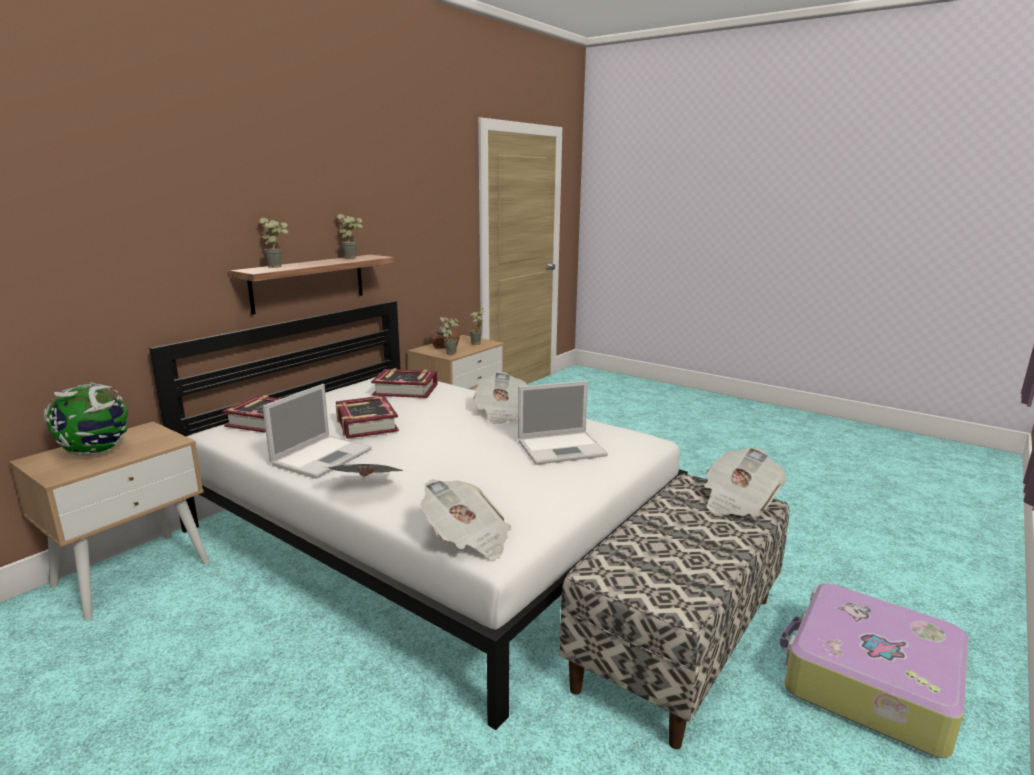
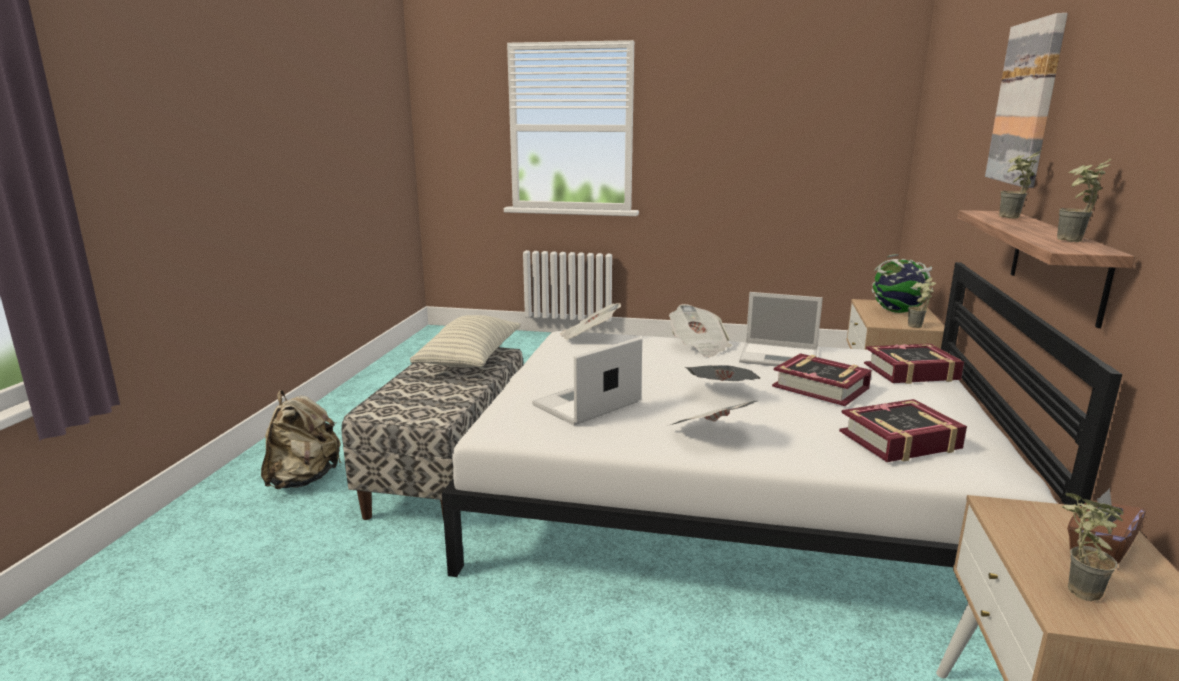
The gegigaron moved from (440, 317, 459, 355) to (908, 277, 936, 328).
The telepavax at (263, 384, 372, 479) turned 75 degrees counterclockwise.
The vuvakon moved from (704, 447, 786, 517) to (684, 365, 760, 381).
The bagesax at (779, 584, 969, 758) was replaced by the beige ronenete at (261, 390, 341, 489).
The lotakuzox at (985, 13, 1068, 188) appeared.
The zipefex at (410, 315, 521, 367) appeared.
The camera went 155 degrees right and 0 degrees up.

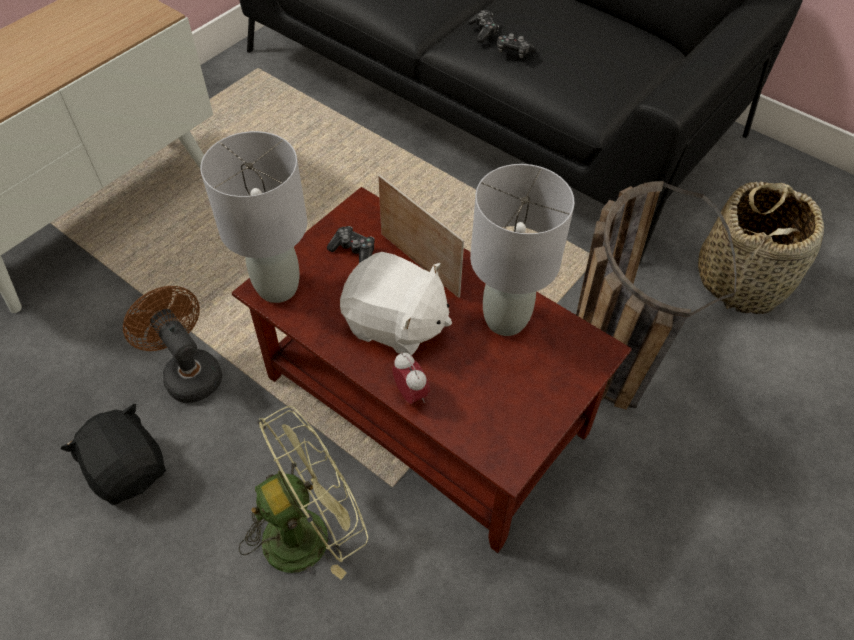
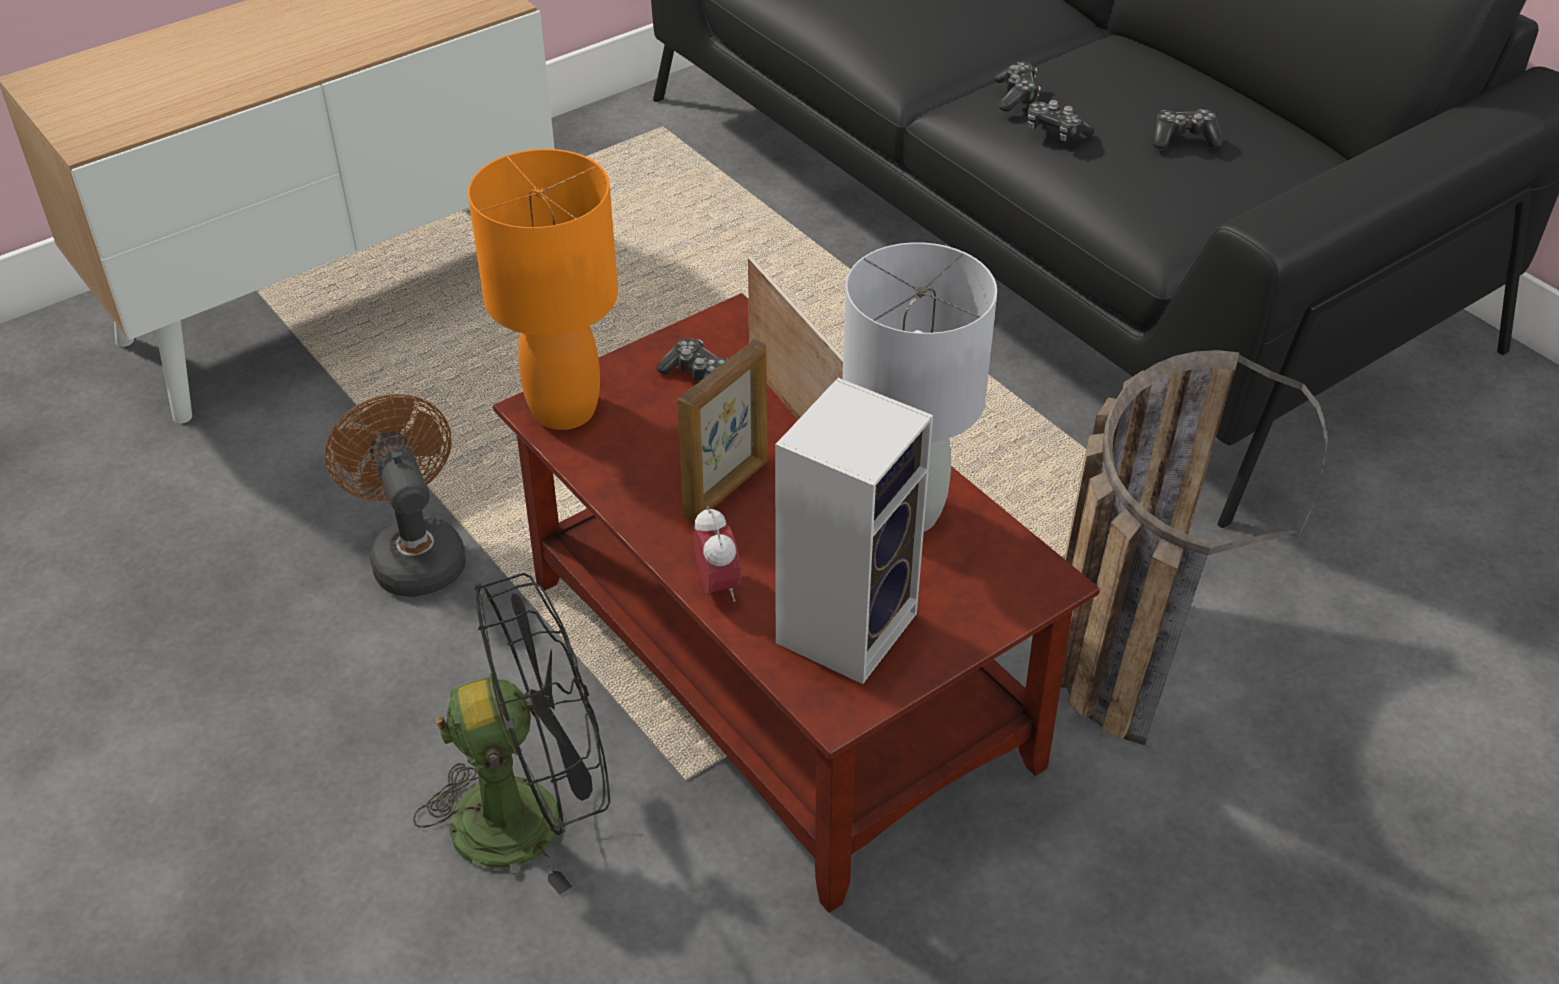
The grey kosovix at (201, 131, 307, 303) became the orange kosovix at (468, 149, 618, 430).
The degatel at (698, 182, 824, 314) disappeared.
The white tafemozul at (340, 252, 452, 355) was replaced by the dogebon at (678, 339, 767, 522).
The black tafemozul at (61, 404, 166, 505) disappeared.
The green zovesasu at (239, 406, 368, 580) became the black zovesasu at (413, 573, 610, 895).
The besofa at (1153, 109, 1223, 149) appeared.
The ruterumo at (775, 378, 933, 684) appeared.
The camera went 15 degrees right and 10 degrees down.

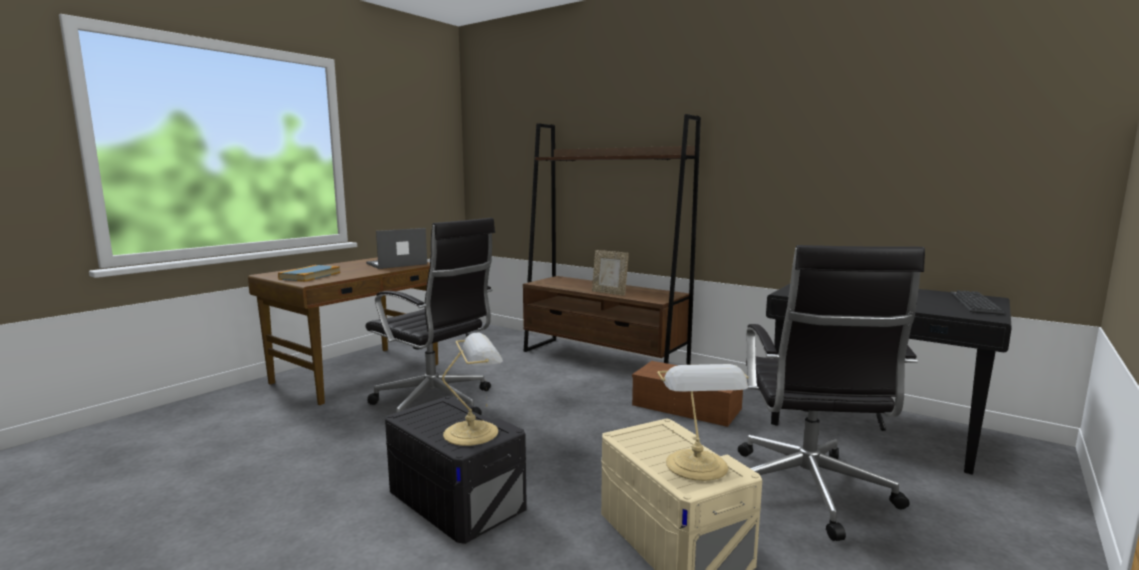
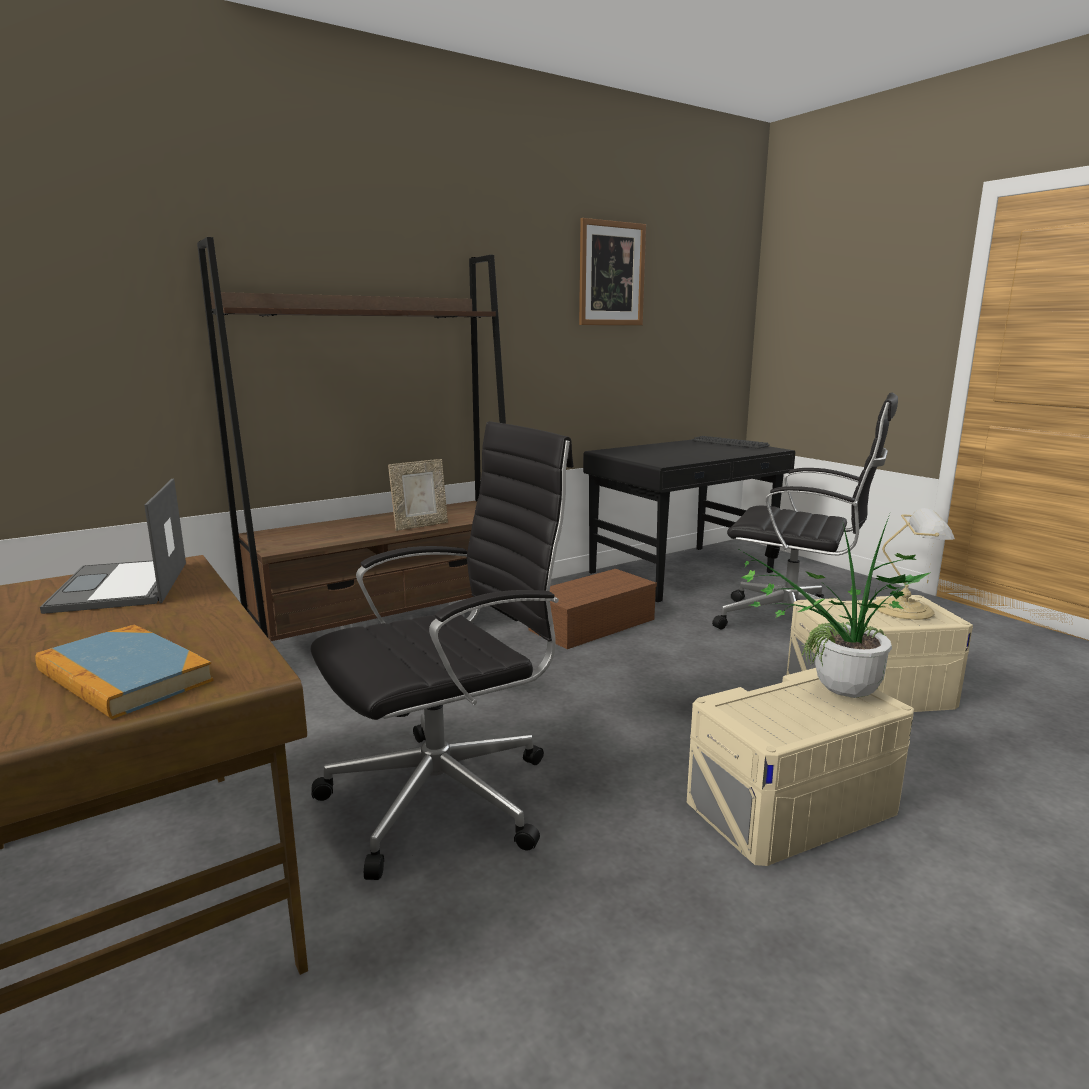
The kosovix at (442, 333, 503, 446) was replaced by the gegigaron at (737, 514, 931, 698).
The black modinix at (385, 396, 527, 544) became the beige modinix at (687, 668, 914, 866).
The lotakuzox at (579, 218, 646, 325) appeared.
The camera went 70 degrees left and 5 degrees up.

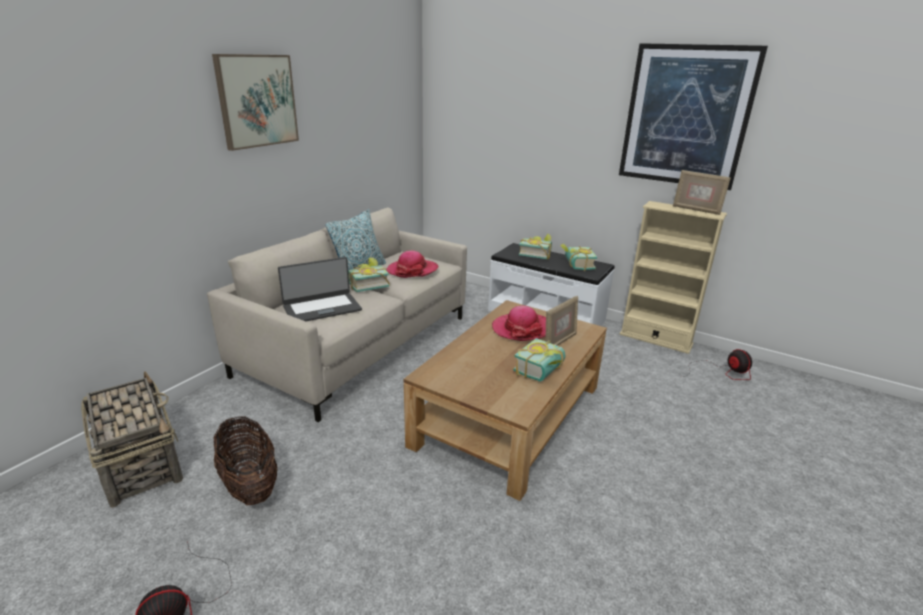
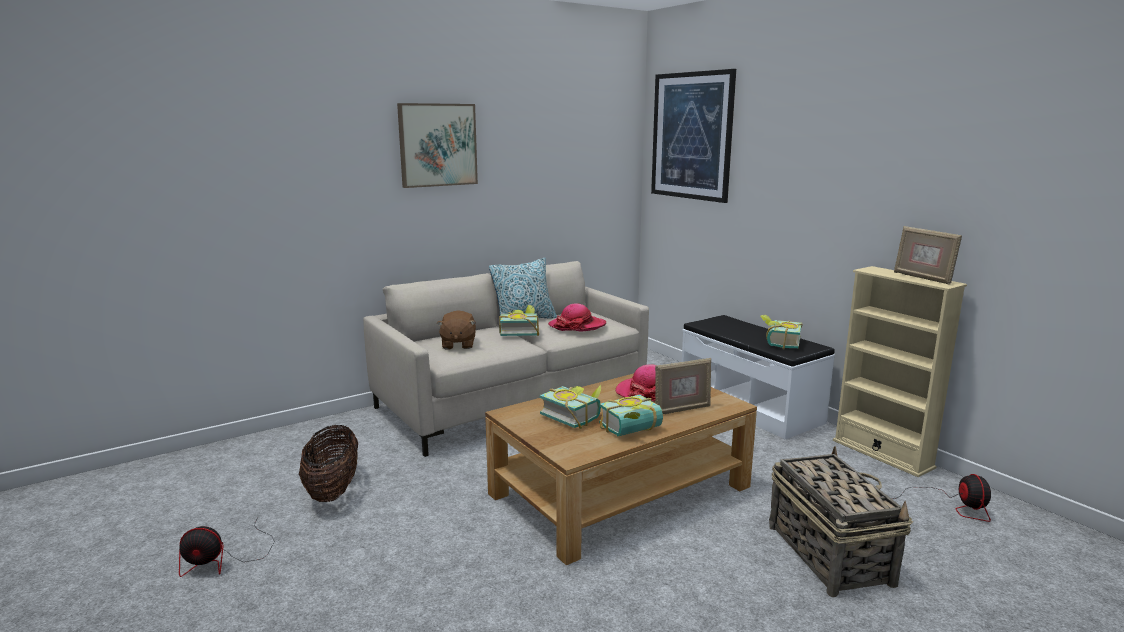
The lotakuzox moved from (619, 43, 768, 190) to (651, 69, 736, 203).
The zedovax moved from (519, 234, 552, 259) to (540, 385, 601, 429).
The telepavax at (278, 257, 362, 321) was replaced by the brown tafemozul at (437, 310, 476, 350).
The degatel moved from (81, 371, 183, 508) to (769, 446, 913, 597).
The camera went 25 degrees right and 10 degrees down.

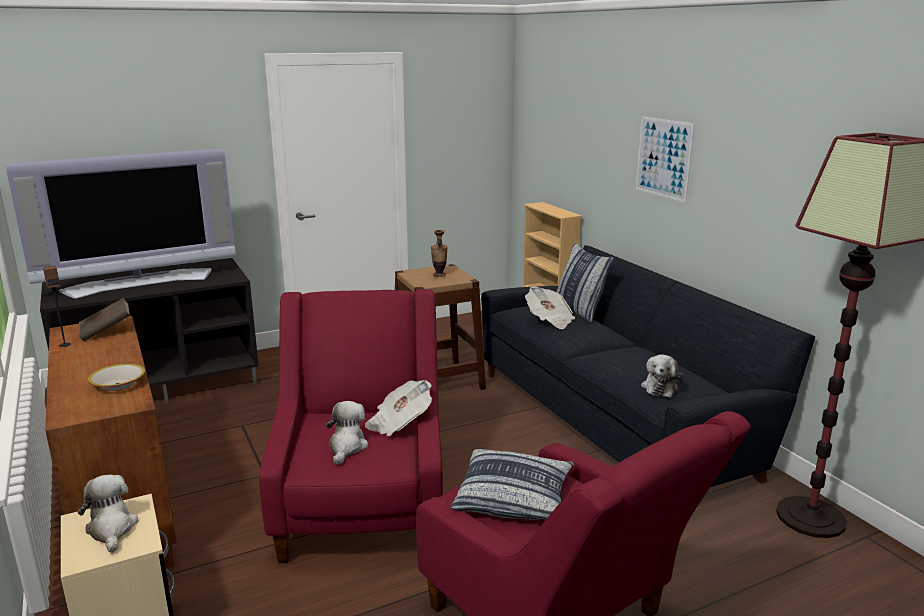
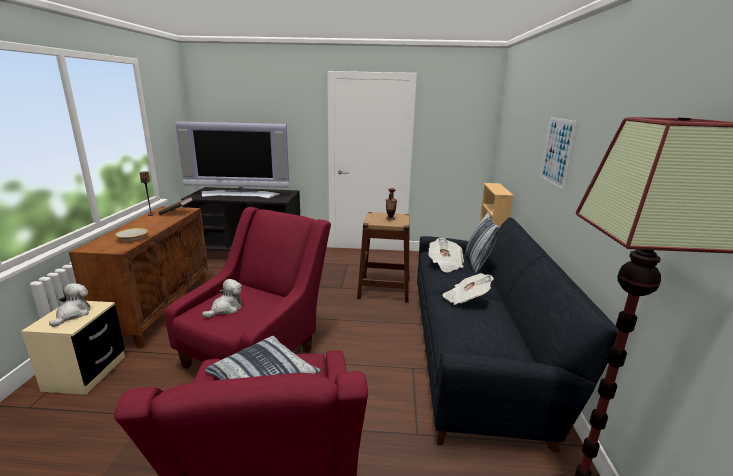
The tafemozul at (641, 355, 683, 397) disappeared.
The vuvakon moved from (365, 380, 432, 436) to (442, 273, 494, 305).
The camera went 30 degrees right and 0 degrees up.

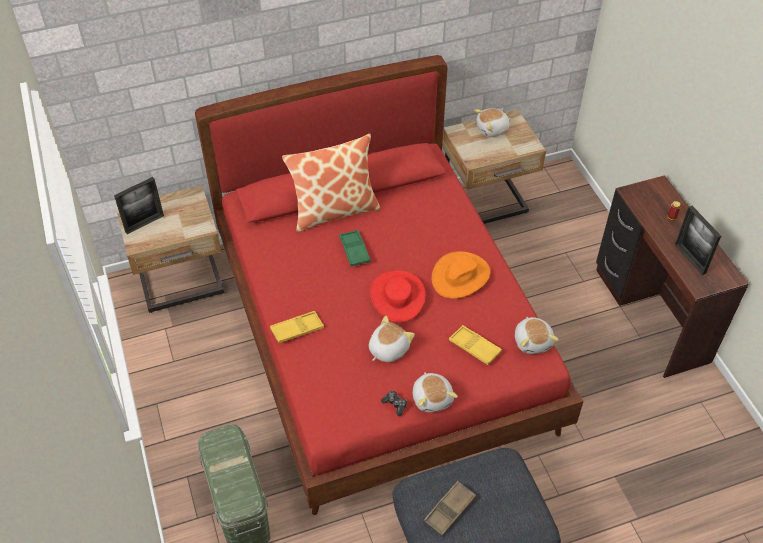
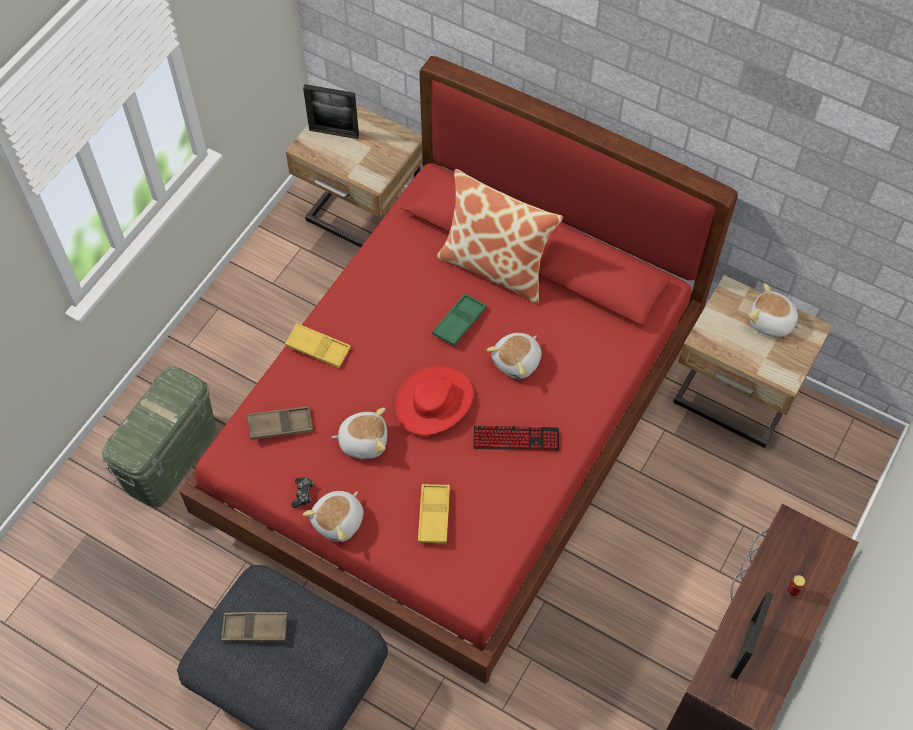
The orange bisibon at (432, 251, 491, 299) was replaced by the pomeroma at (473, 425, 559, 451).
The tafemozul moved from (515, 317, 559, 354) to (487, 333, 542, 379).
The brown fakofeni at (247, 406, 313, 440) appeared.
The camera went 50 degrees right and 10 degrees up.

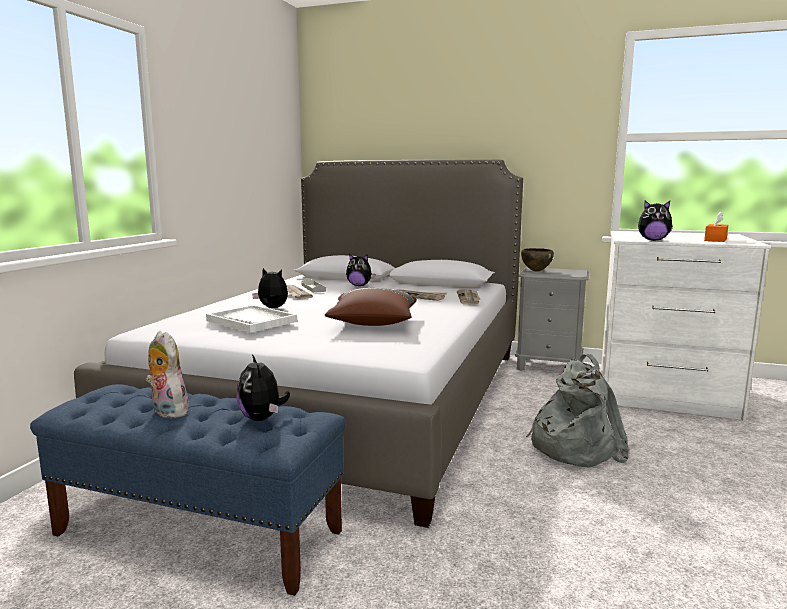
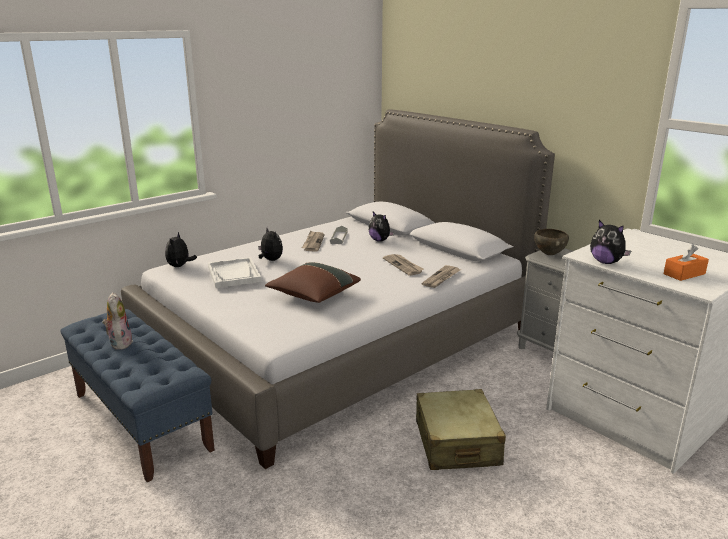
The grey ronenete at (526, 353, 629, 468) was replaced by the beige bagesax at (416, 389, 506, 470).
The tafemozul moved from (237, 354, 290, 421) to (165, 232, 197, 267).
The camera went 30 degrees right and 10 degrees up.

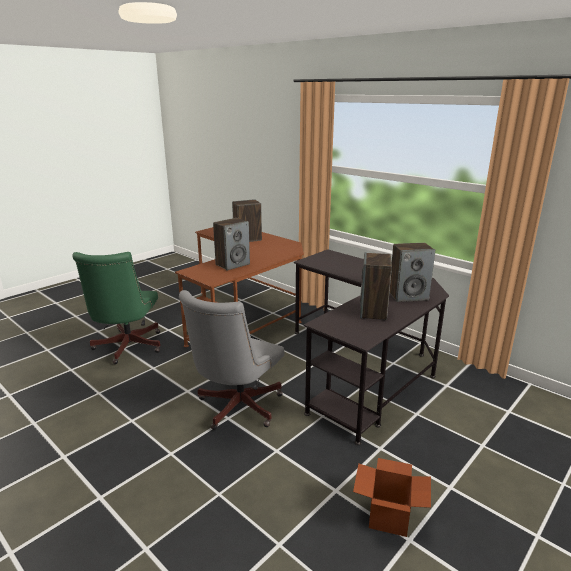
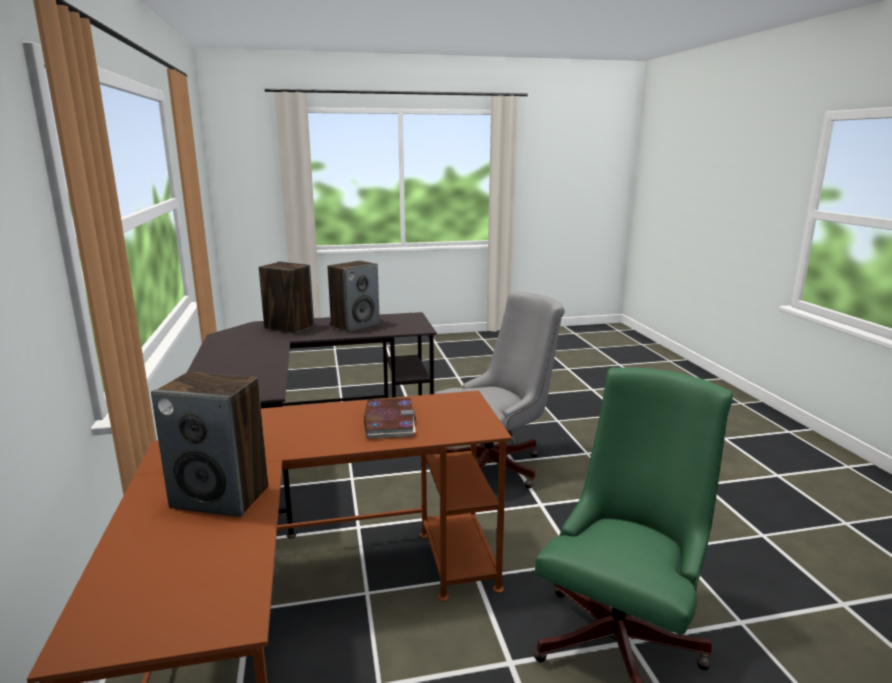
The ruterumo at (213, 218, 250, 271) was replaced by the zedovax at (364, 398, 416, 439).
The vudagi at (353, 458, 431, 537) disappeared.
The camera went 145 degrees left and 5 degrees down.

